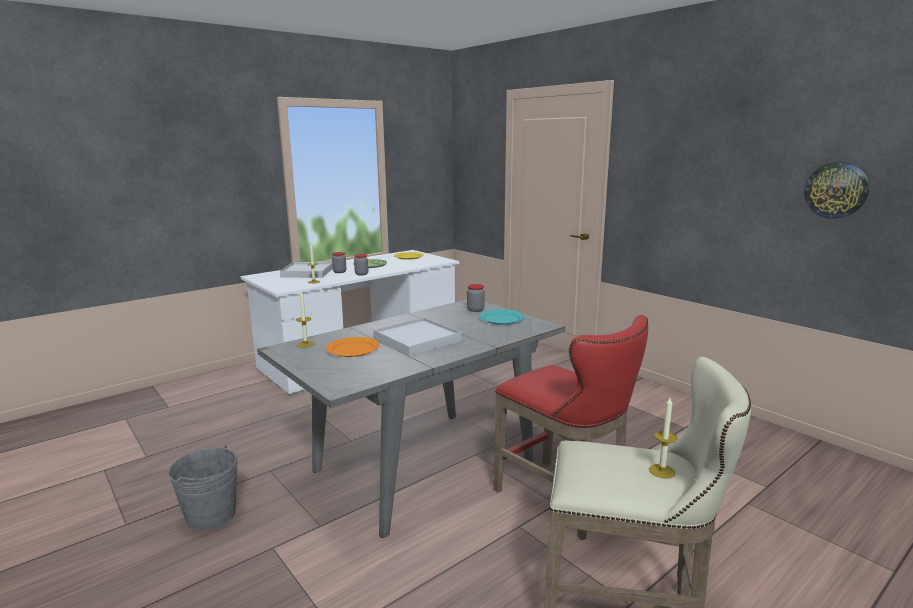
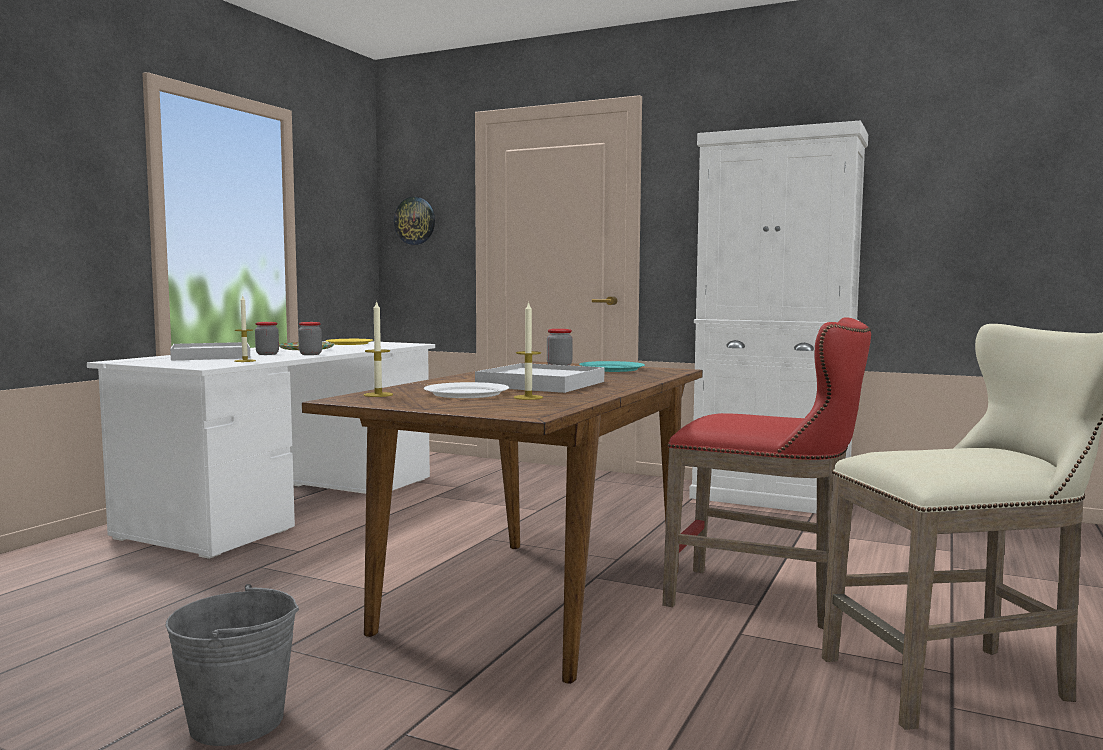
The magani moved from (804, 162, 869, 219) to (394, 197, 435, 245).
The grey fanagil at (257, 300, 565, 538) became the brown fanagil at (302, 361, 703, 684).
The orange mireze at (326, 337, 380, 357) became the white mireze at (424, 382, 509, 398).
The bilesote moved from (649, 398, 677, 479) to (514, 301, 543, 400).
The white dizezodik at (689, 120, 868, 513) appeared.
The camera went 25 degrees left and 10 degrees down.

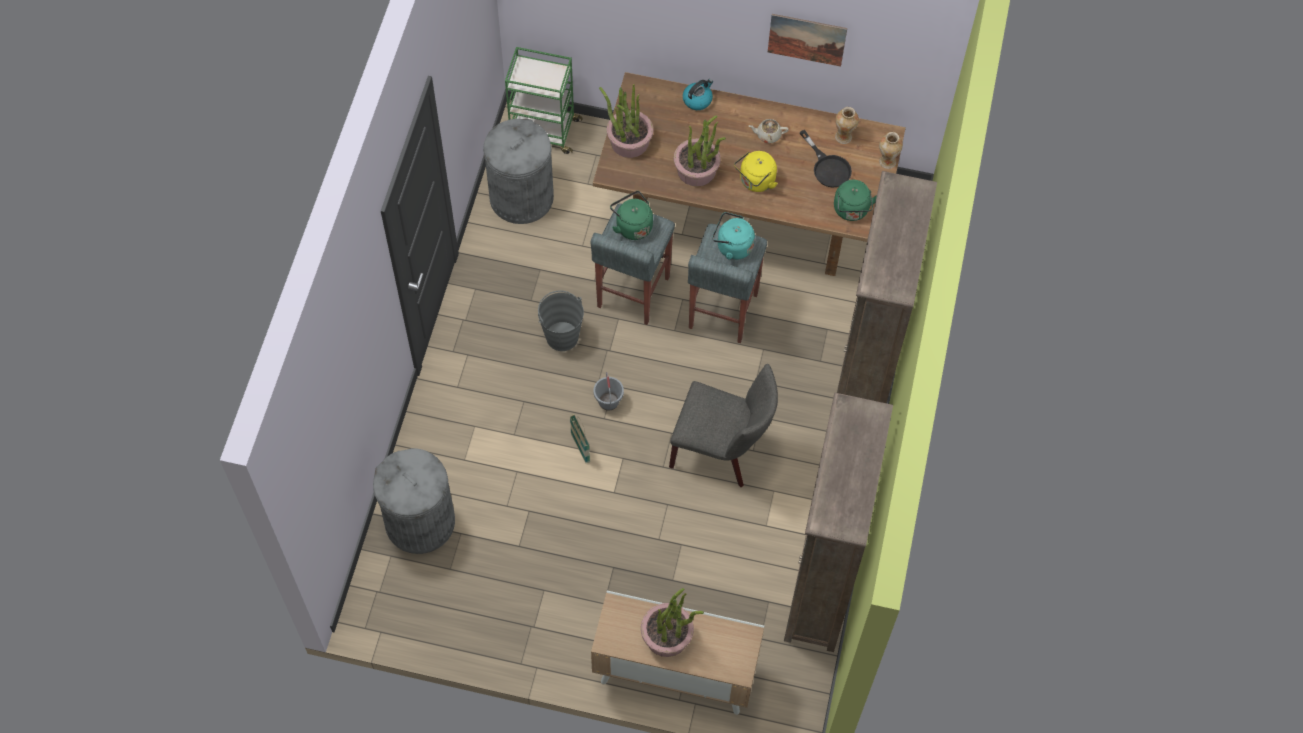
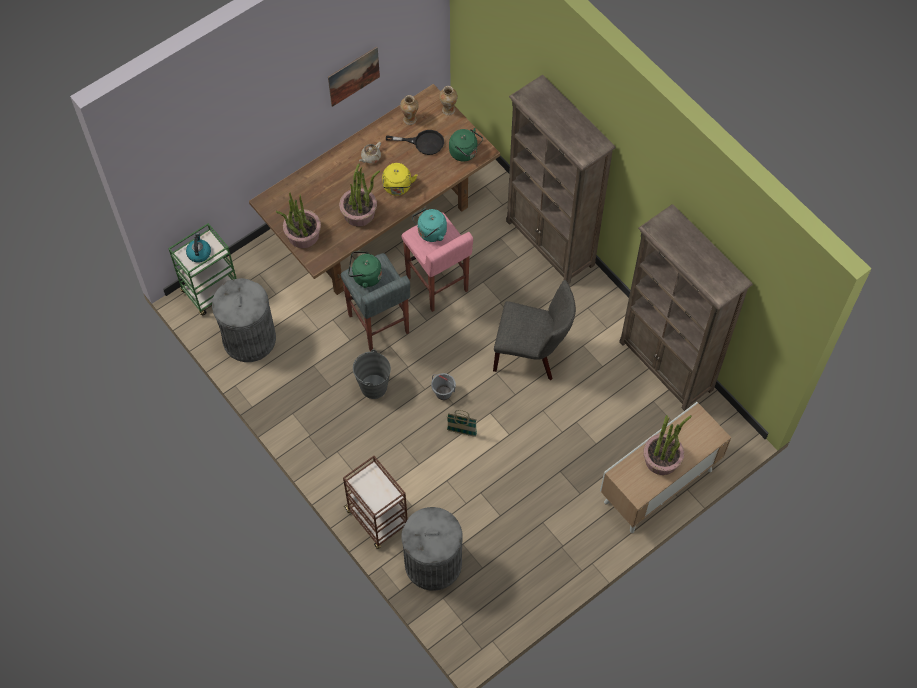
The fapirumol moved from (683, 79, 713, 110) to (186, 233, 211, 263).
The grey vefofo at (688, 224, 767, 343) became the pink vefofo at (401, 212, 473, 312).
The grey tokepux at (669, 364, 778, 487) turned 45 degrees clockwise.
The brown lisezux at (343, 456, 408, 549) appeared.
The camera went 50 degrees left and 0 degrees up.

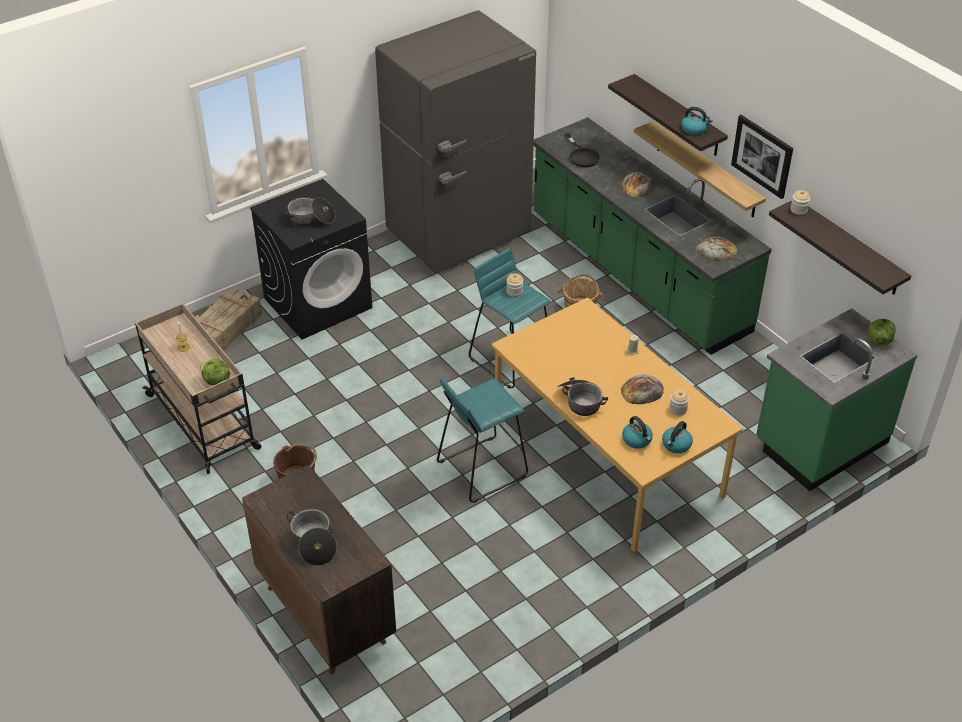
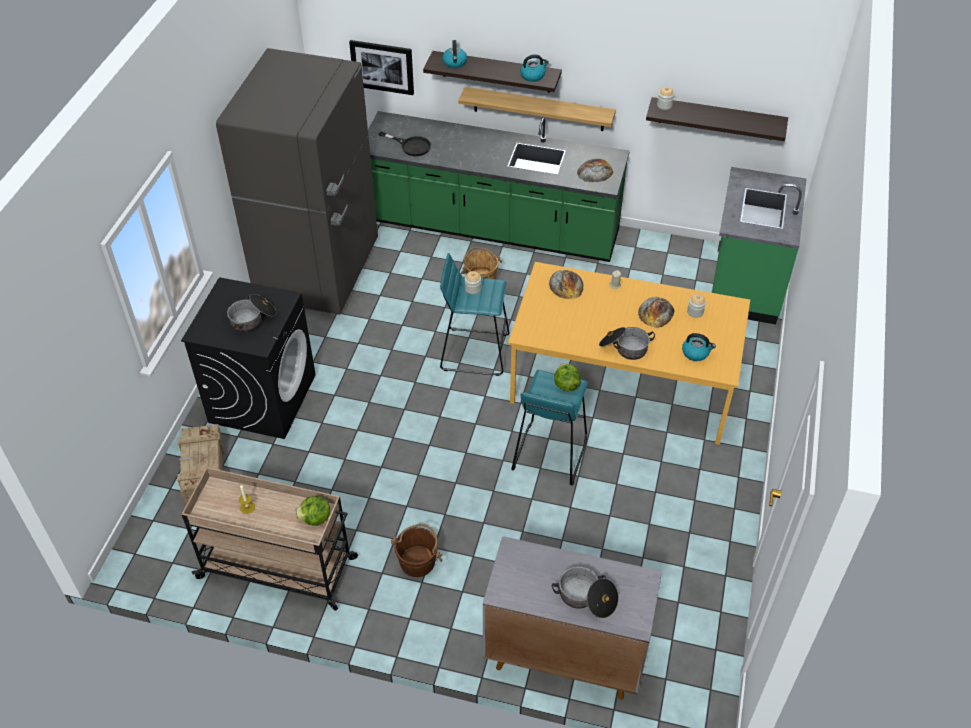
The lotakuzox moved from (731, 115, 793, 199) to (349, 40, 414, 95).
The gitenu moved from (621, 172, 655, 197) to (549, 270, 583, 299).
The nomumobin moved from (868, 319, 896, 346) to (554, 363, 581, 391).
The fapirumol moved from (662, 421, 693, 453) to (442, 40, 467, 68).
The brown dizezodik at (242, 465, 396, 674) became the grey dizezodik at (483, 536, 662, 700).
The camera went 40 degrees left and 5 degrees up.

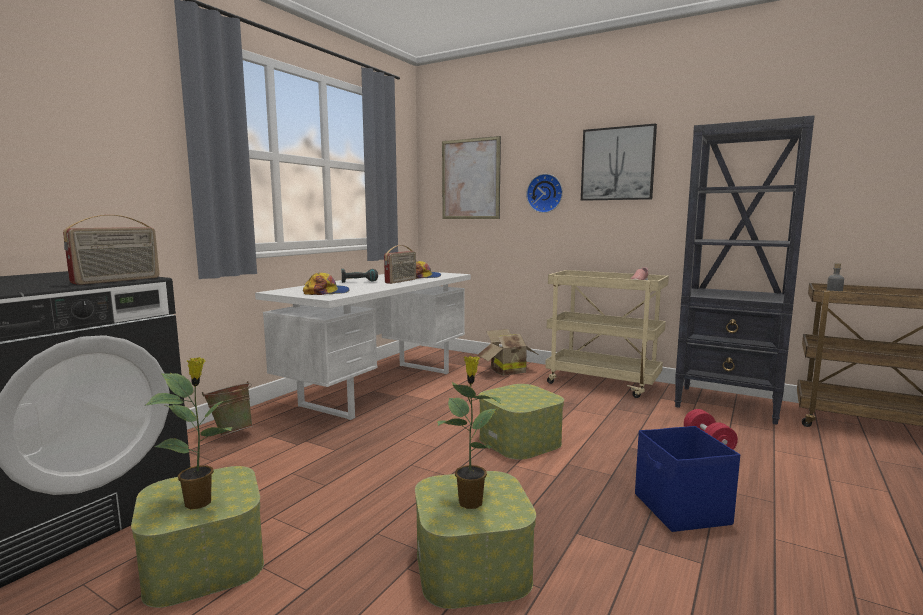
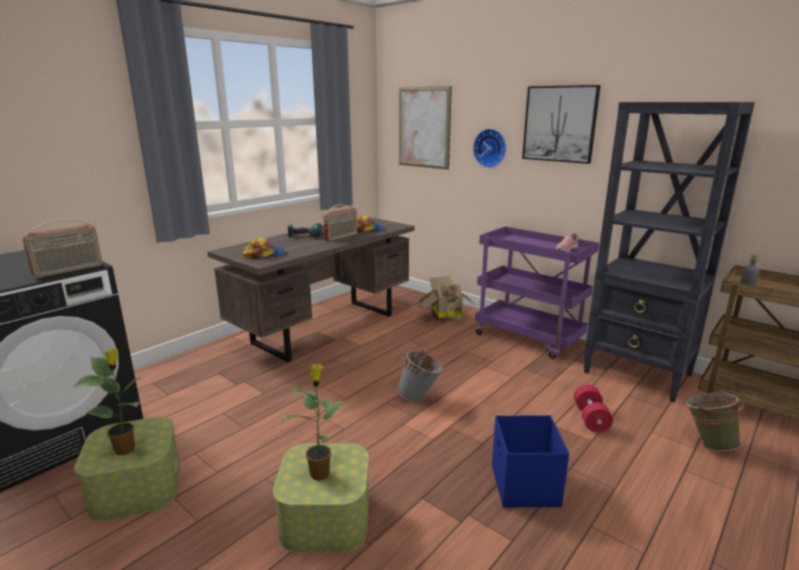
The beige lisezux at (545, 270, 669, 398) became the purple lisezux at (475, 227, 599, 359).
The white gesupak at (255, 272, 471, 420) became the brown gesupak at (207, 217, 415, 362).
The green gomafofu moved from (202, 381, 253, 436) to (686, 390, 744, 451).
The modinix at (479, 384, 564, 460) was replaced by the grey gomafofu at (397, 349, 443, 402).
The camera went 10 degrees right and 10 degrees up.

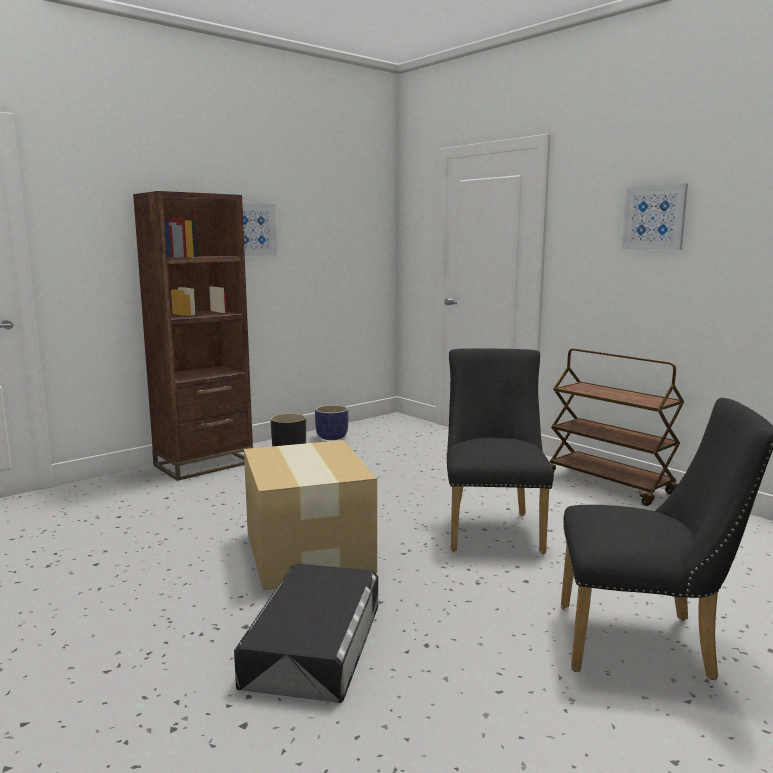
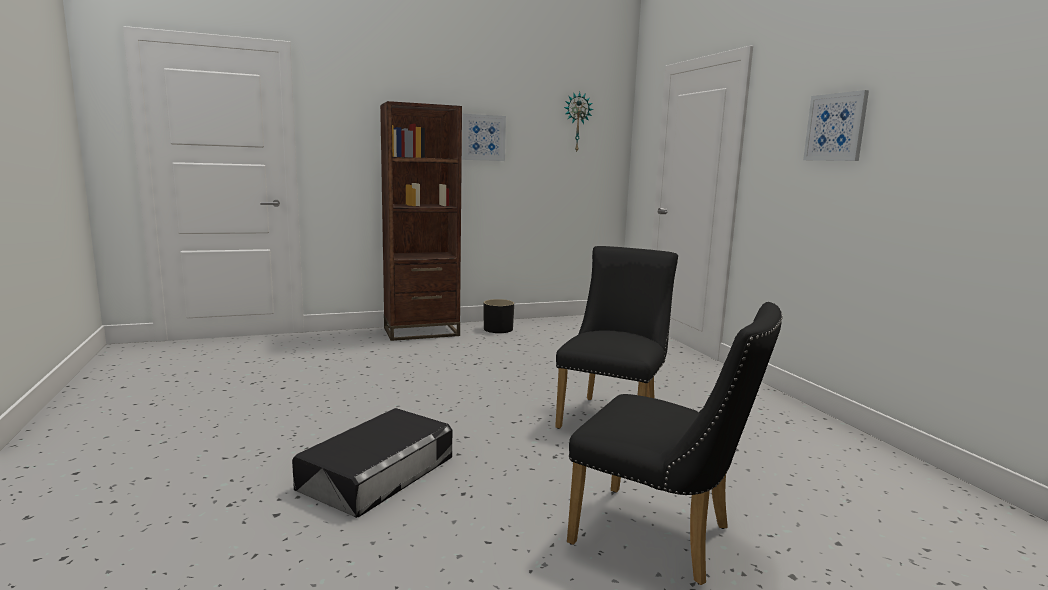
The brown lisezux at (549, 348, 684, 506) disappeared.
The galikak at (315, 405, 348, 440) disappeared.
The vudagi at (244, 440, 377, 590) disappeared.
The magani at (564, 92, 594, 153) appeared.
The camera went 20 degrees right and 0 degrees up.

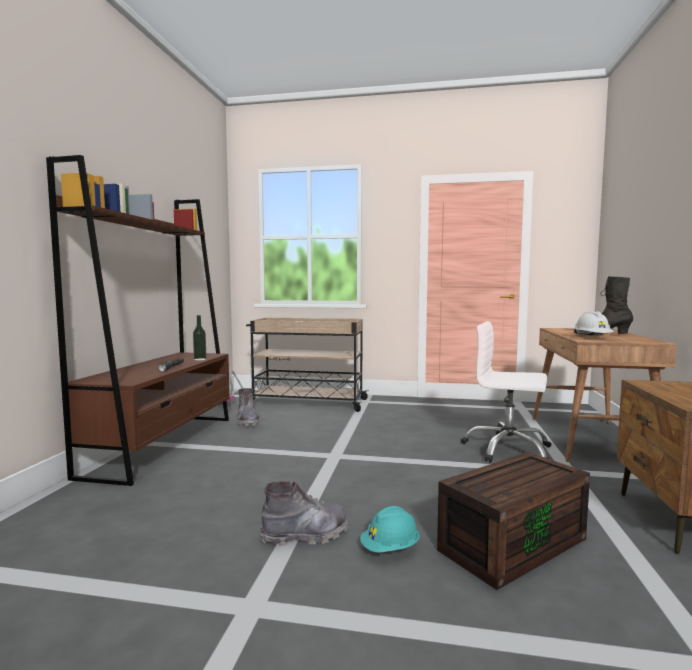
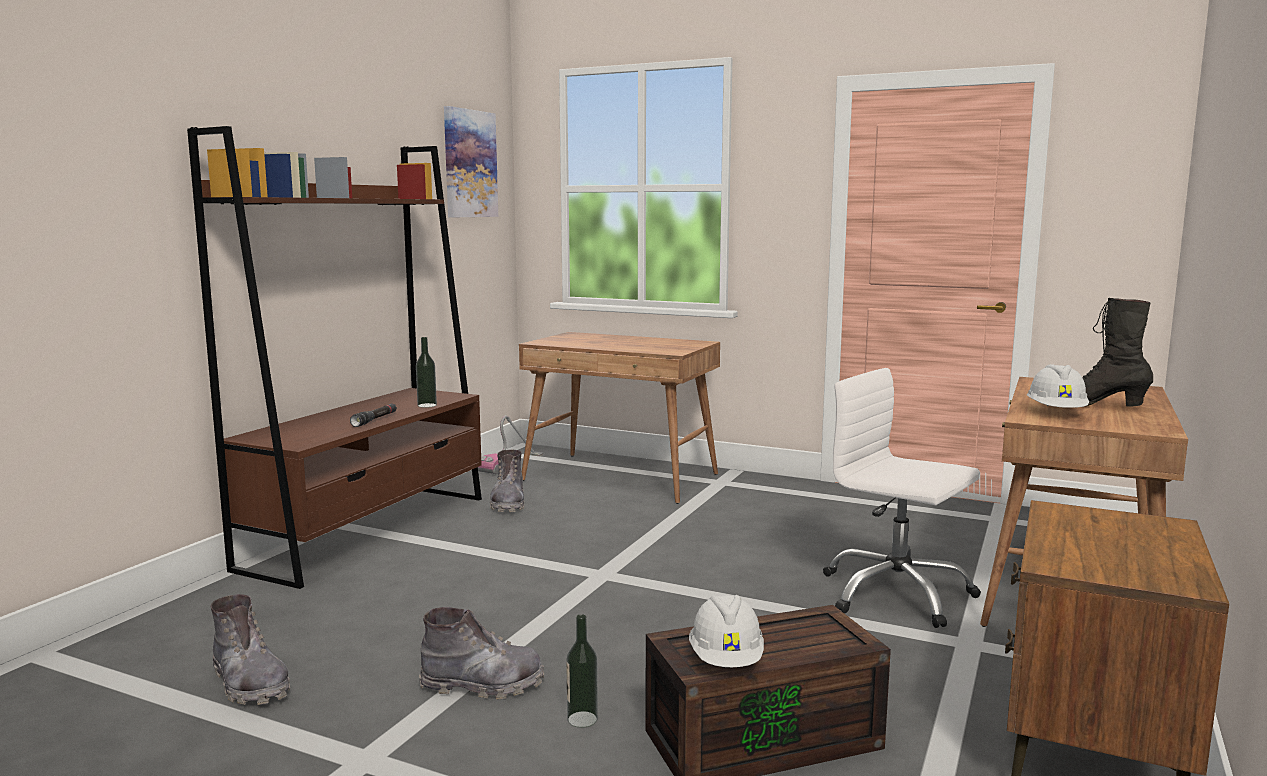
The beige lisezux at (246, 317, 369, 412) was replaced by the brown gesupak at (519, 332, 720, 504).
The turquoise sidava at (360, 506, 420, 553) was replaced by the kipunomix at (566, 614, 598, 728).
The lotakuzox at (444, 106, 498, 218) appeared.
The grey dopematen at (210, 594, 290, 705) appeared.
The white sidava at (689, 595, 764, 667) appeared.
The camera went 15 degrees right and 5 degrees up.

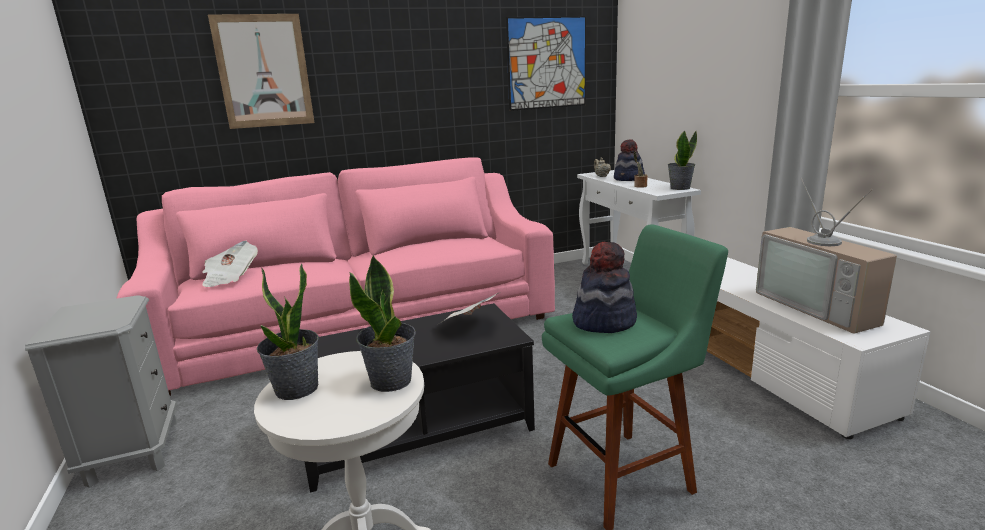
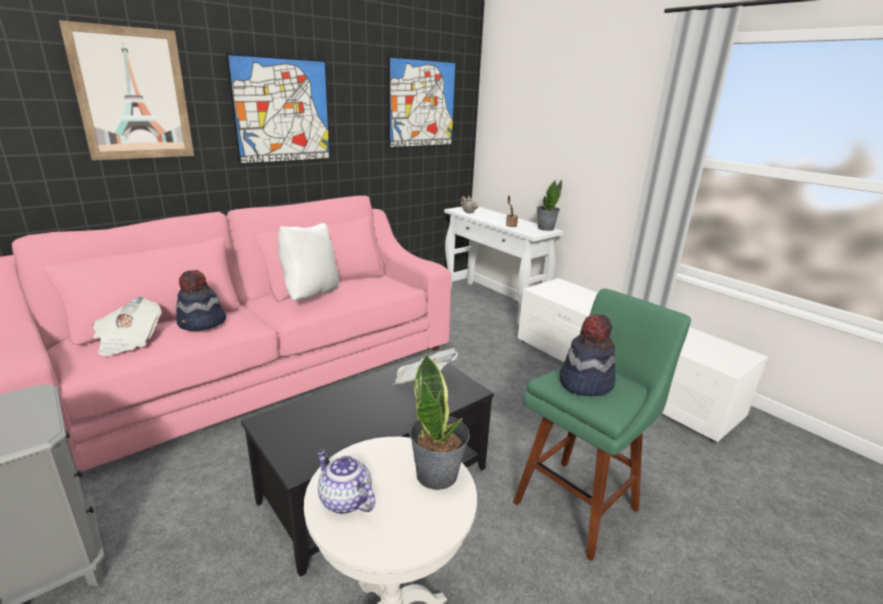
The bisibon moved from (614, 140, 645, 181) to (176, 270, 226, 331).
The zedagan at (756, 177, 897, 334) disappeared.
The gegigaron at (257, 263, 319, 400) was replaced by the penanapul at (317, 449, 375, 514).
The lotakuzox at (226, 53, 331, 165) appeared.
The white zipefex at (278, 223, 339, 300) appeared.
The camera went 20 degrees left and 5 degrees up.

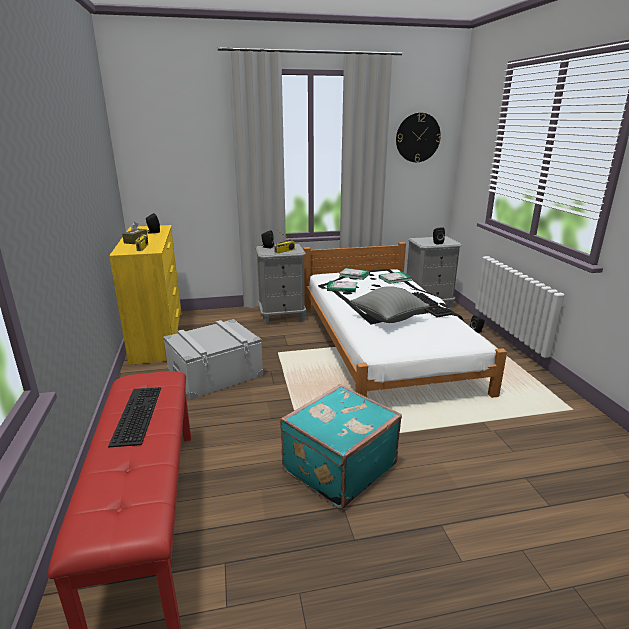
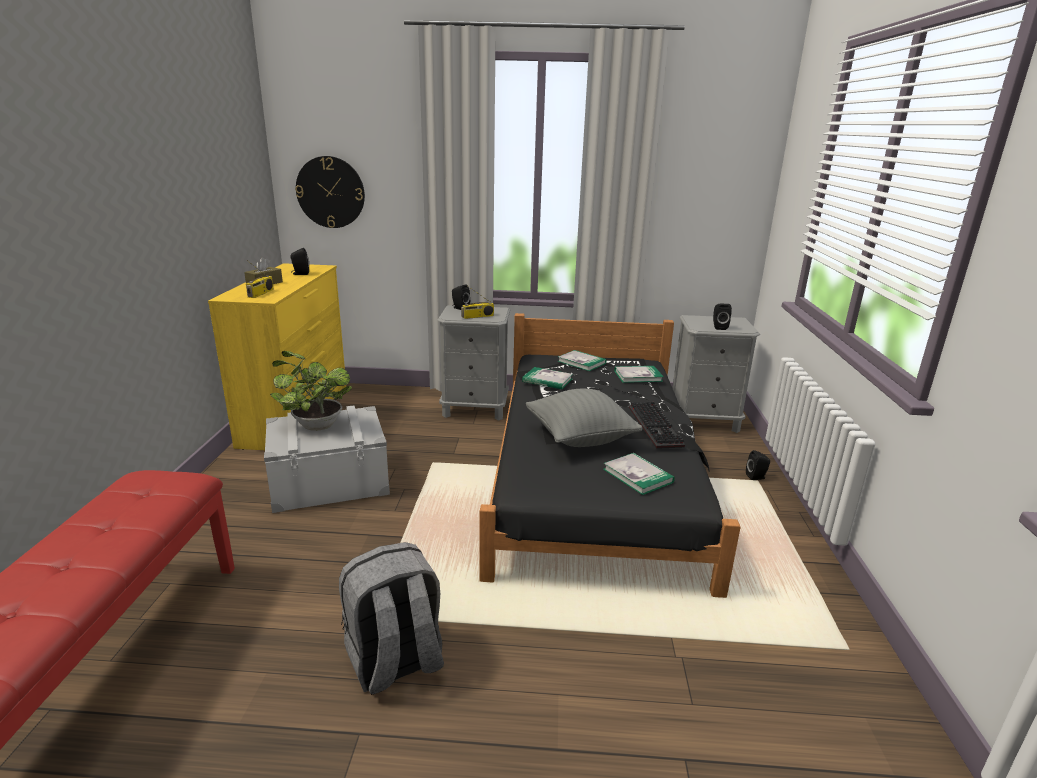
The magani moved from (396, 113, 441, 162) to (295, 156, 365, 228).
The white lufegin at (303, 242, 507, 398) became the black lufegin at (479, 313, 741, 598).
The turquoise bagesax at (280, 384, 402, 509) was replaced by the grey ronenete at (339, 542, 444, 695).
The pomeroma at (108, 387, 161, 448) disappeared.
The gegigaron at (270, 351, 352, 431) appeared.
The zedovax at (603, 453, 675, 495) appeared.
The camera went 15 degrees right and 0 degrees up.

